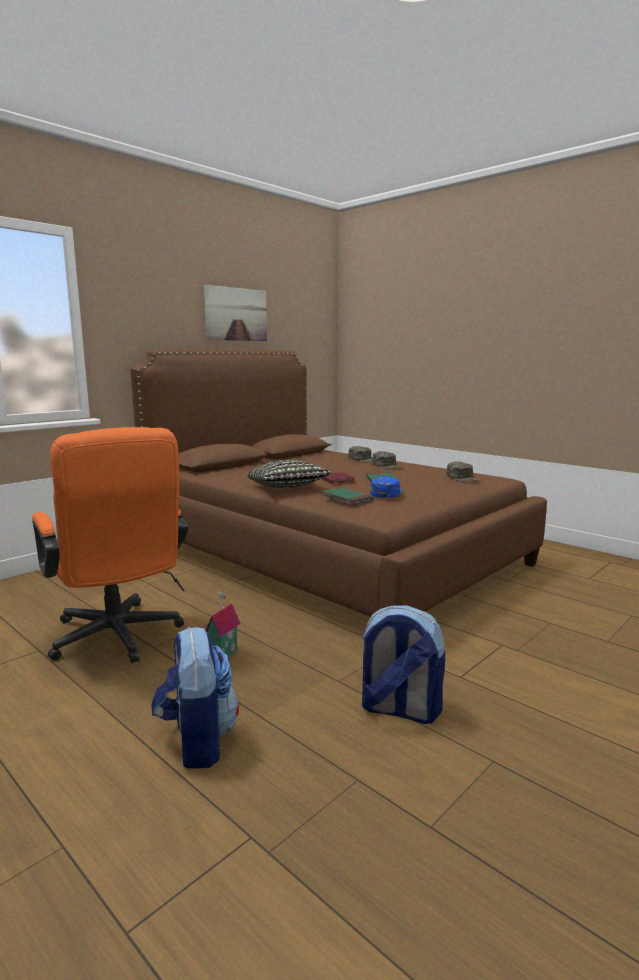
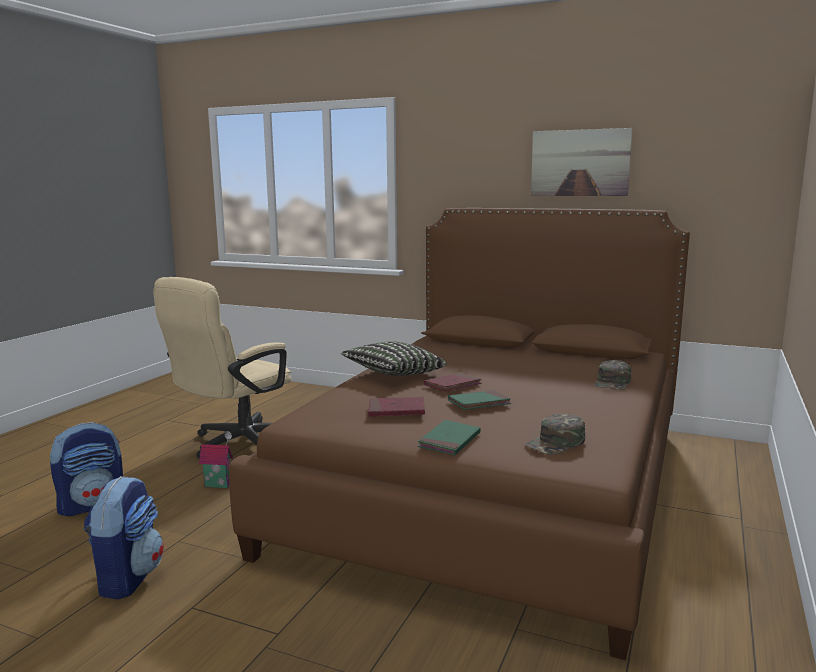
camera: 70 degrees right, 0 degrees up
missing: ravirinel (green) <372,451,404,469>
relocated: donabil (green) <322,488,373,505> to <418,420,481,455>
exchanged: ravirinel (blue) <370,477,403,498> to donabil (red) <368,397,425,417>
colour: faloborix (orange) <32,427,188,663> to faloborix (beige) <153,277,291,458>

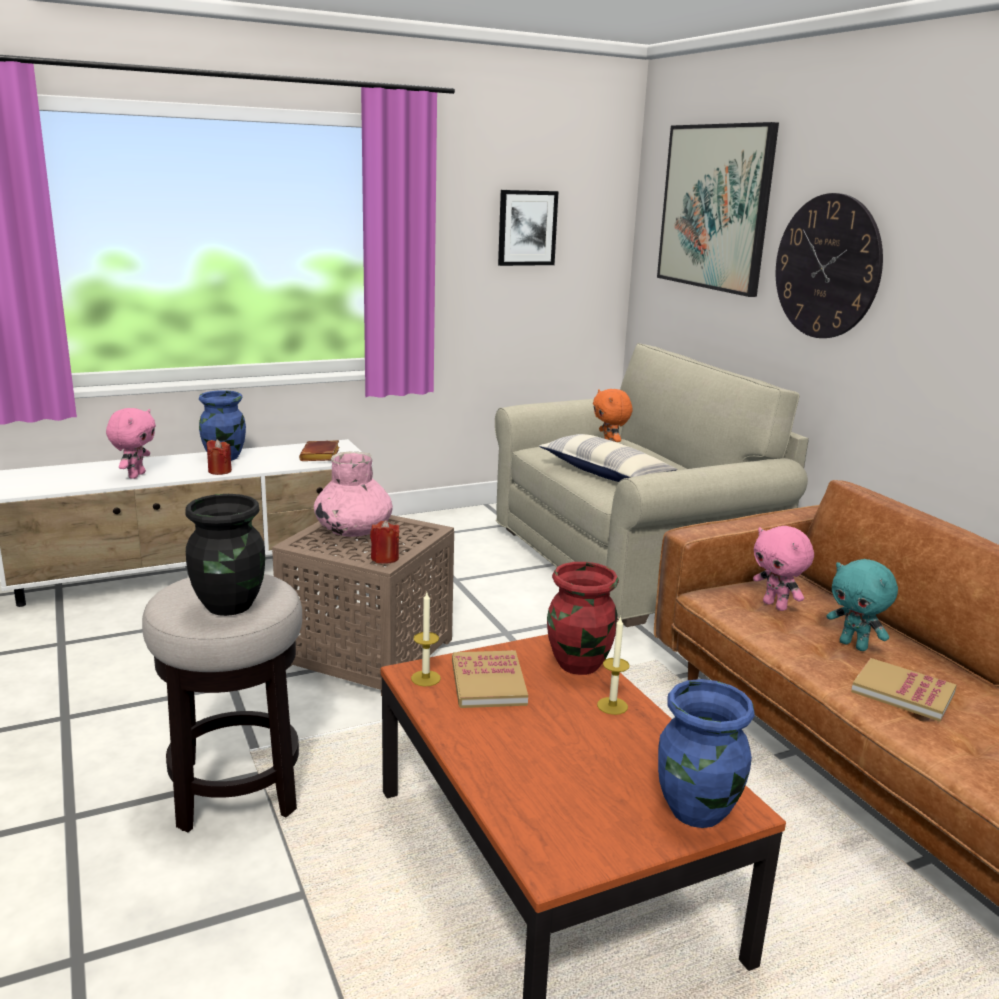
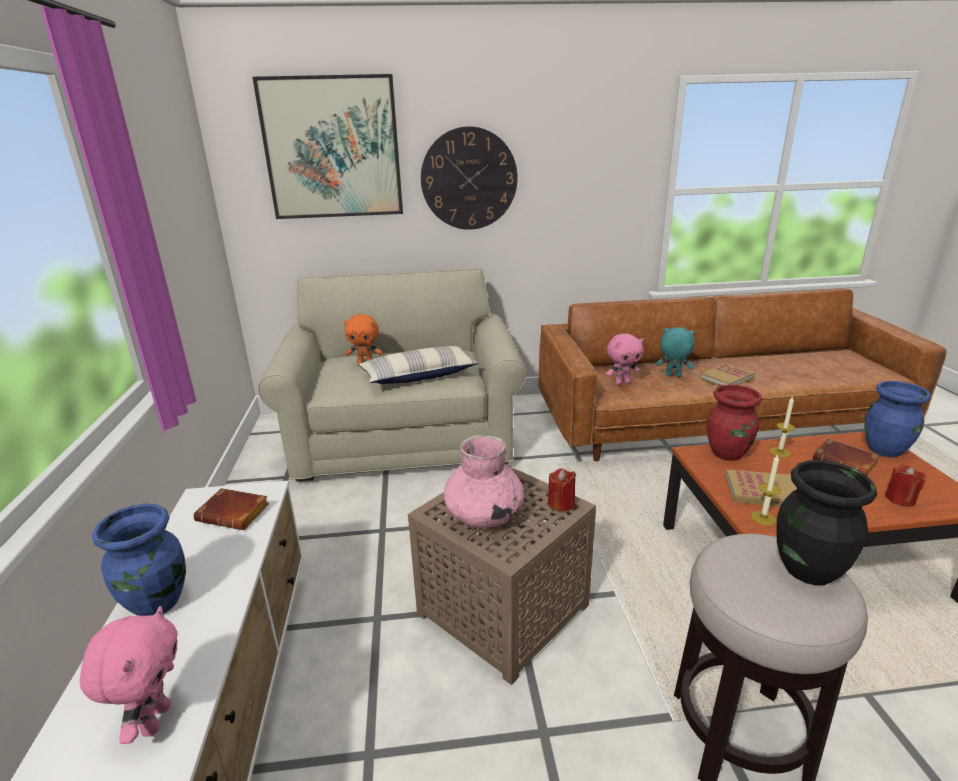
camera: 70 degrees left, 5 degrees up
missing: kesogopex <498,190,559,266>
appeared: donabil (brown) <813,439,880,476>
relocated: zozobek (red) <206,439,232,475> to <885,465,926,507>
spun: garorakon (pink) <106,408,156,479> = <79,606,178,744> 60 degrees clockwise; garorakon (turquoise) <826,559,898,651> = <656,327,695,377> 135 degrees counterclockwise

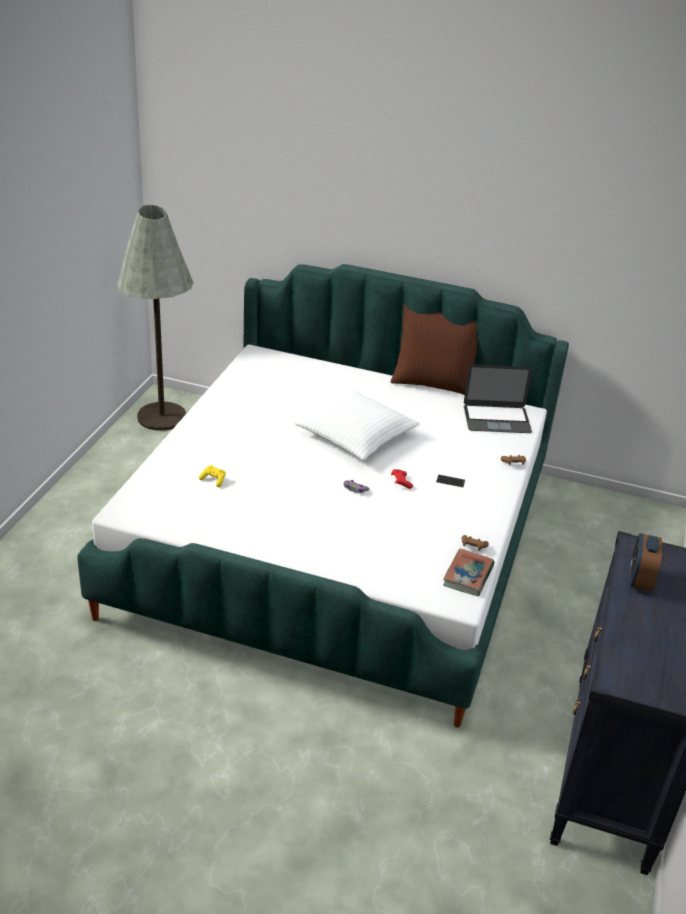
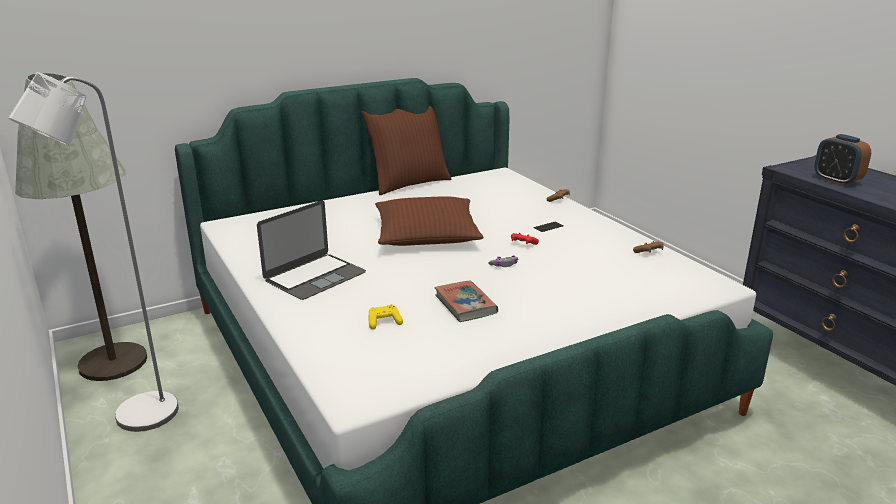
camera: 45 degrees left, 10 degrees down
appeared: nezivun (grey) <9,72,179,432>
relocated: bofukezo <464,364,532,433> to <257,200,366,300>; donabil <443,548,495,596> to <435,281,498,322>
colour: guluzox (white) <294,389,420,460> to guluzox (brown) <375,196,484,246>

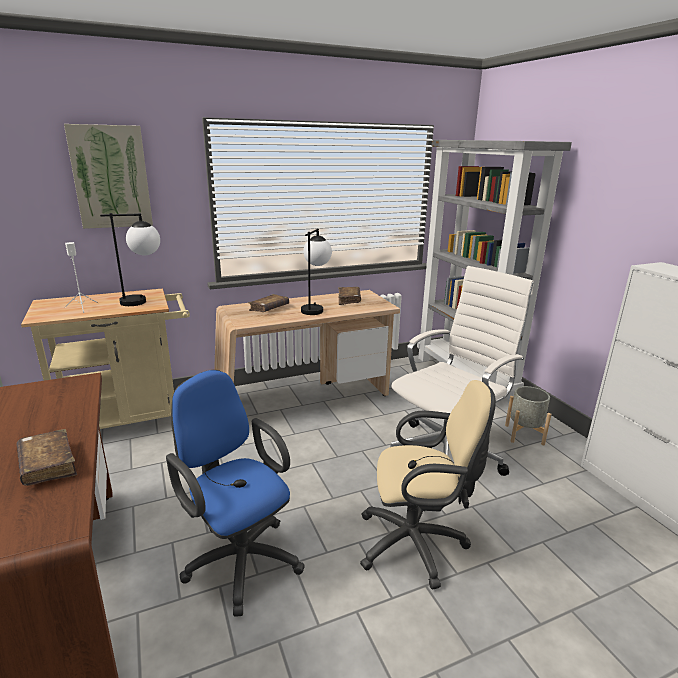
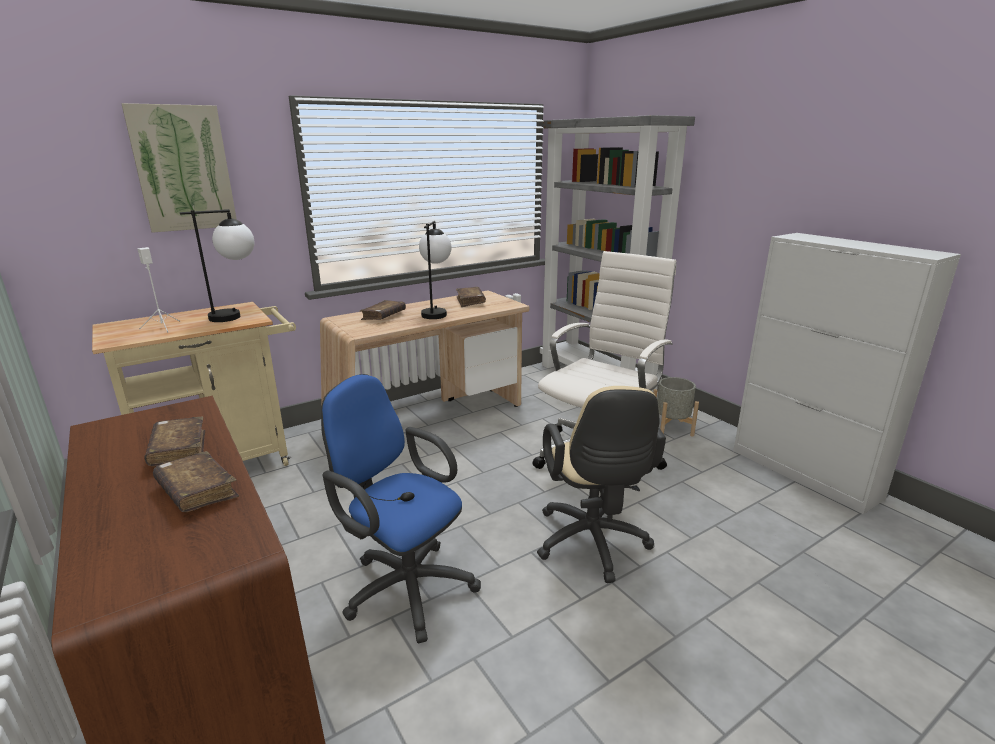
camera: 10 degrees left, 0 degrees up
appeared: donabil (brown) <144,417,205,467>
spun: faloborix (beige) <360,380,496,589> = <537,386,666,583> 90 degrees clockwise

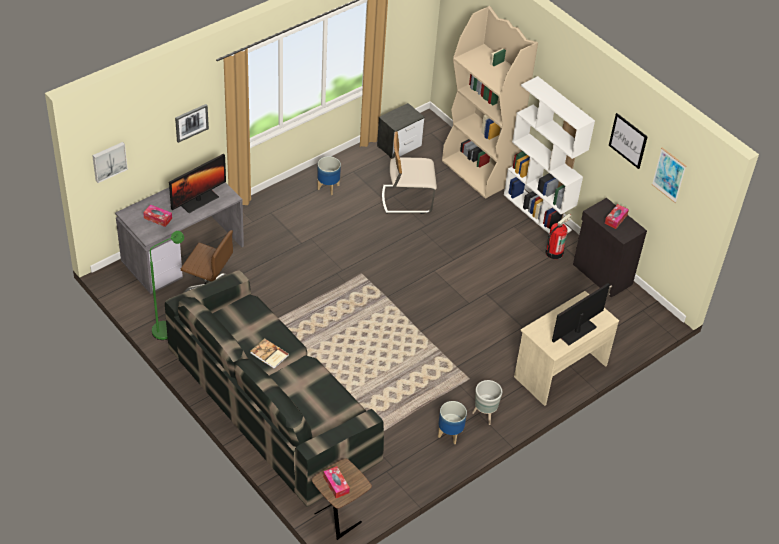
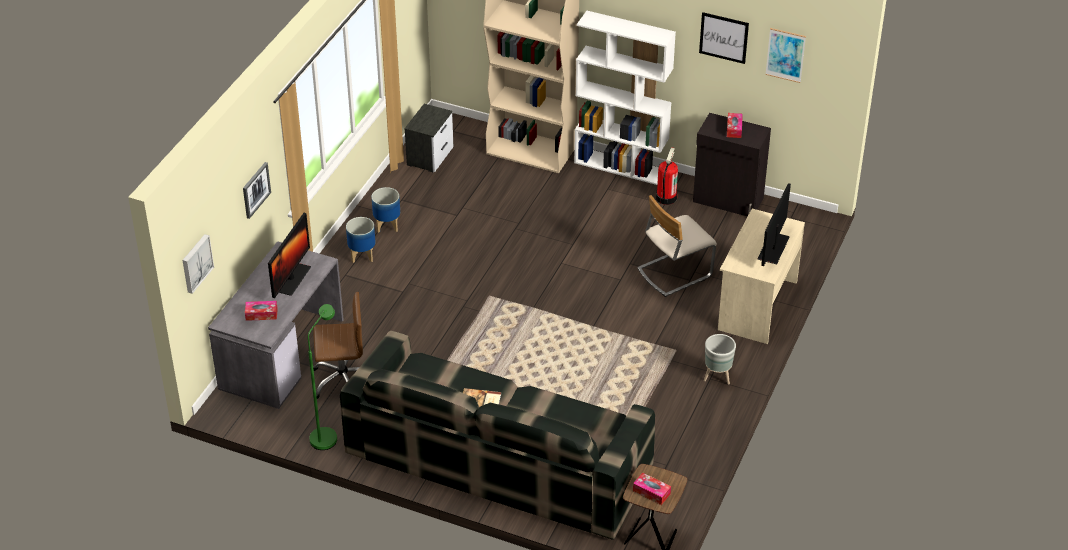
camera: 25 degrees left, 5 degrees down
relocated: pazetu <438,401,467,444> to <346,217,375,263>; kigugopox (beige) <382,132,437,214> to <637,195,717,297>

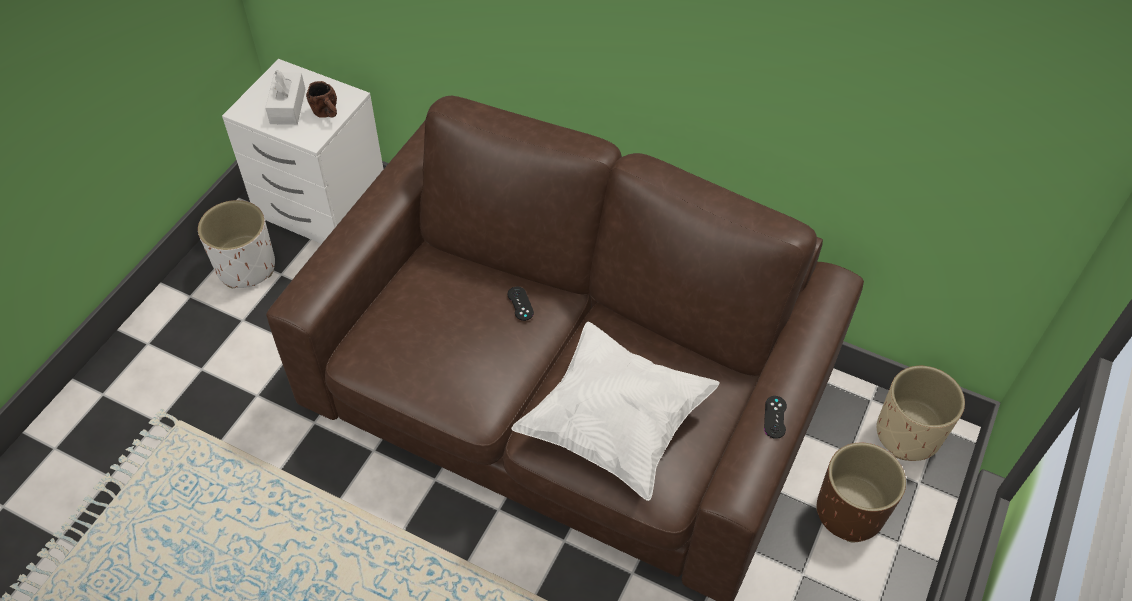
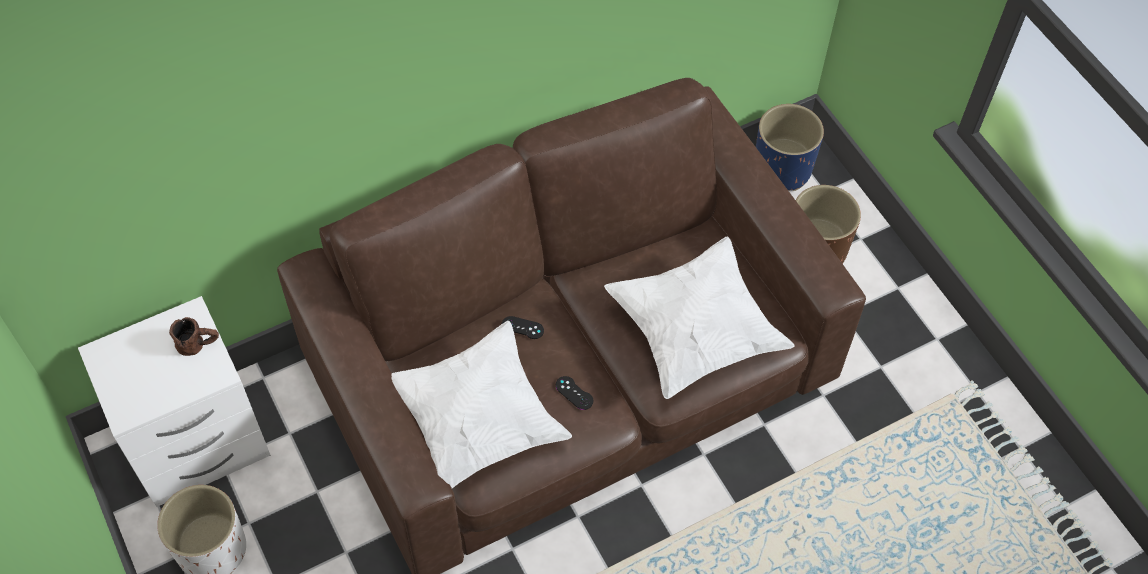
camera: 55 degrees left, 5 degrees up
missing: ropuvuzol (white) <265,70,306,125>
appeared: guluzox (white) <391,321,572,488>
relocated: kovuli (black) <764,396,787,439> to <556,376,593,410>
colour: pazetu (beige) <877,366,965,461> to pazetu (blue) <756,104,824,191>

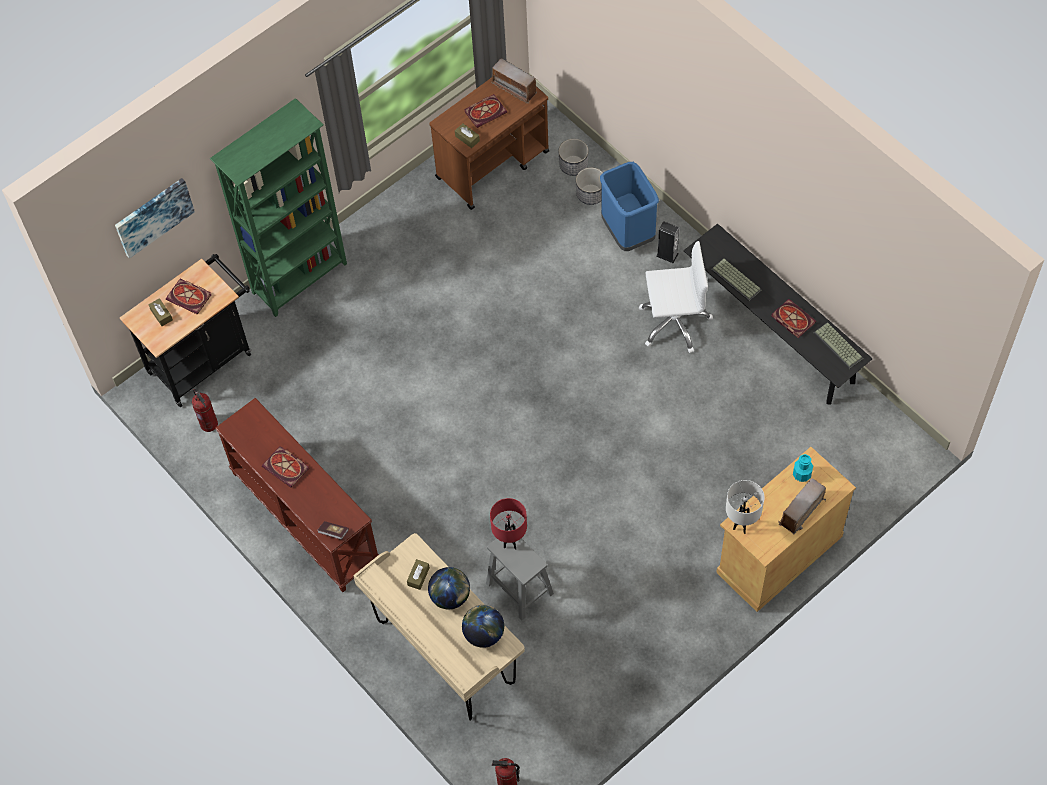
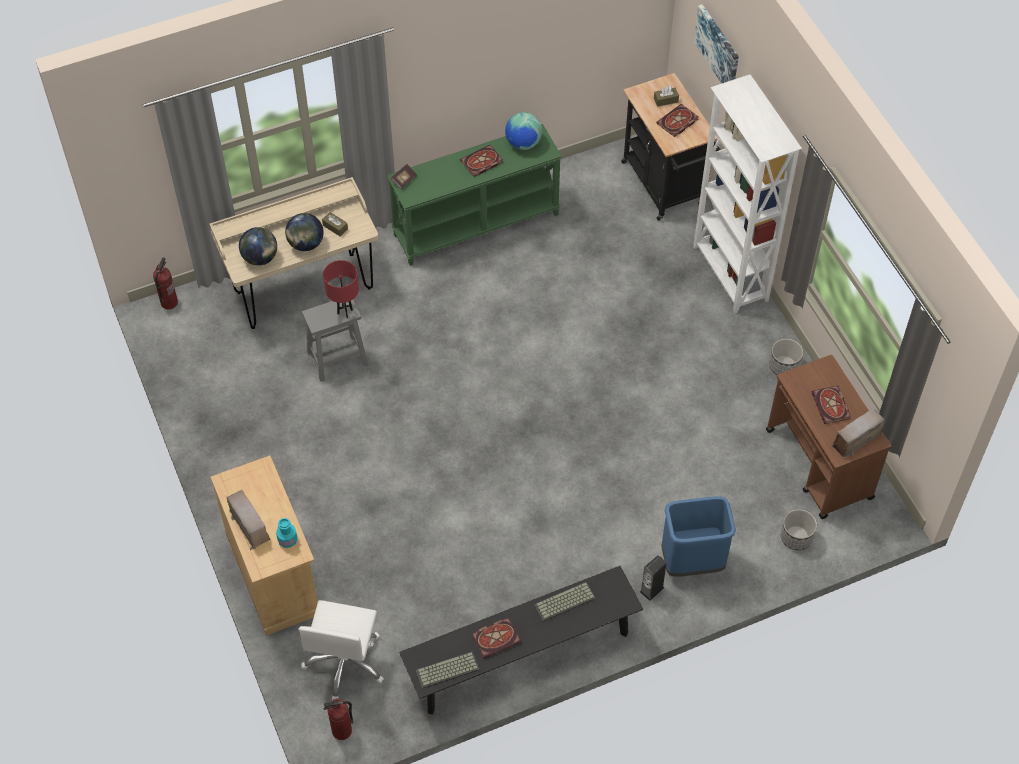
camera: 105 degrees right, 5 degrees down
missing: ropuvuzol (brown) <455,123,480,148>; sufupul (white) <726,480,765,534>
appeared: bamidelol <505,112,542,150>
relocated: faloborix (white) <639,241,713,353> to <298,600,384,701>; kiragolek <192,389,218,432> to <324,698,353,740>; pazetu <576,168,603,205> to <769,338,803,375>
colour: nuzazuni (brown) <215,398,379,592> to nuzazuni (green) <387,124,562,266>; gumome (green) <210,98,347,317> to gumome (white) <693,74,802,313>

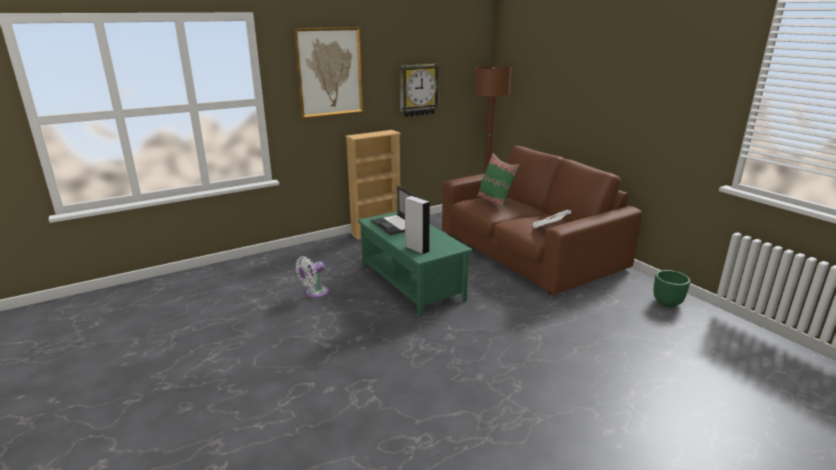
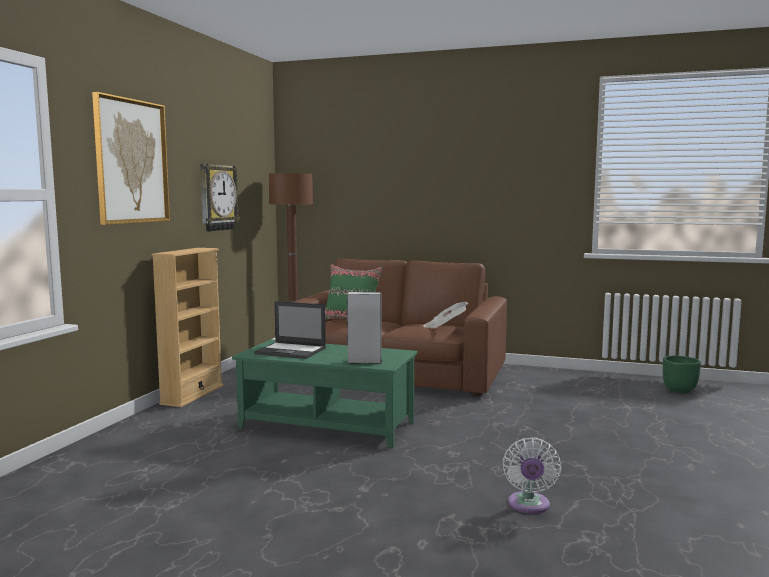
camera: 40 degrees left, 15 degrees down
relocated: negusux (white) <296,256,329,298> to <502,438,561,514>; pazetu (green) <653,270,690,307> to <663,356,701,393>

